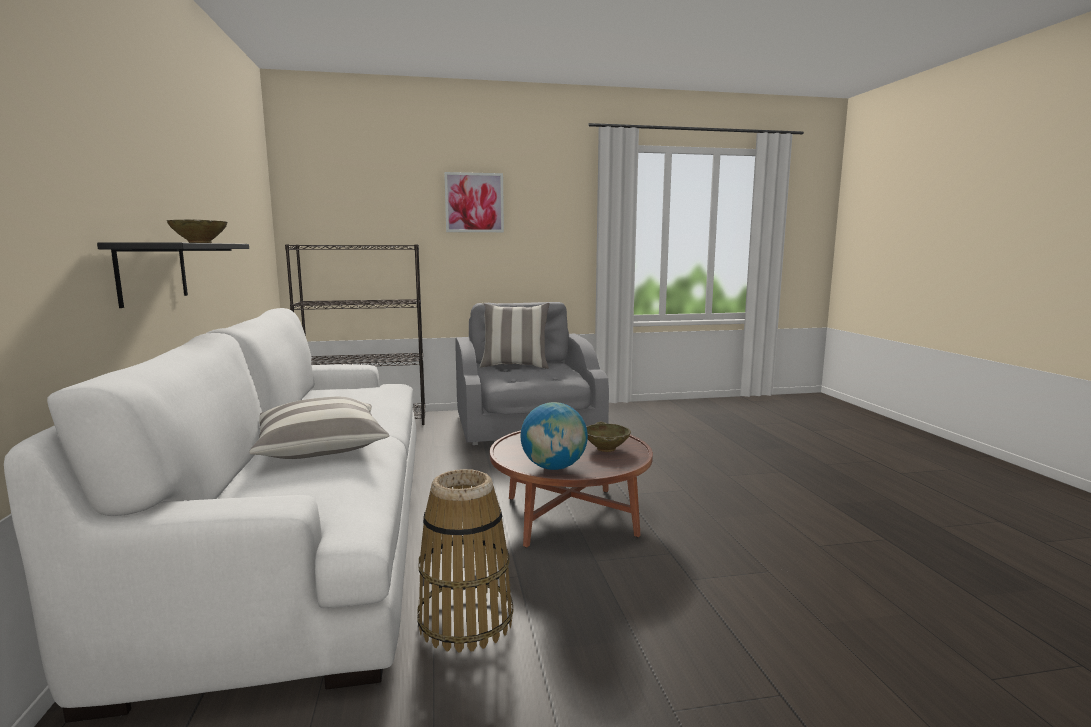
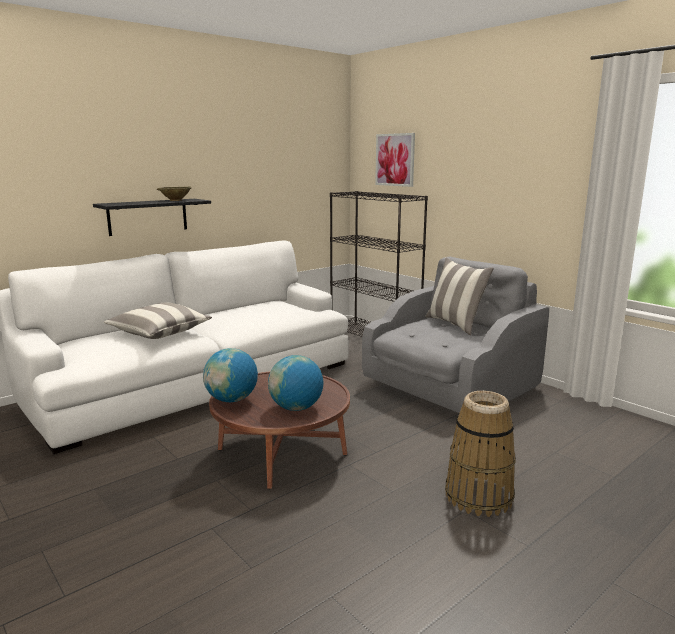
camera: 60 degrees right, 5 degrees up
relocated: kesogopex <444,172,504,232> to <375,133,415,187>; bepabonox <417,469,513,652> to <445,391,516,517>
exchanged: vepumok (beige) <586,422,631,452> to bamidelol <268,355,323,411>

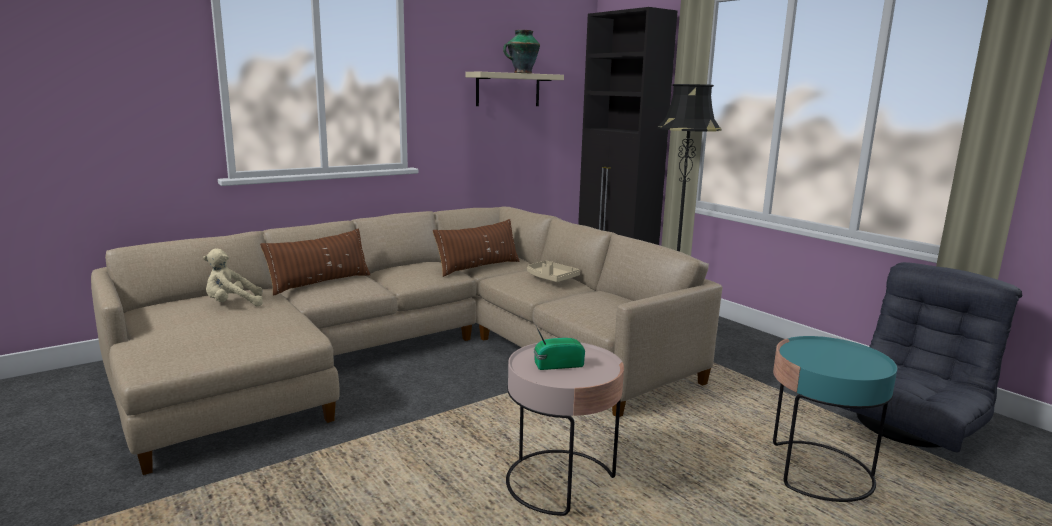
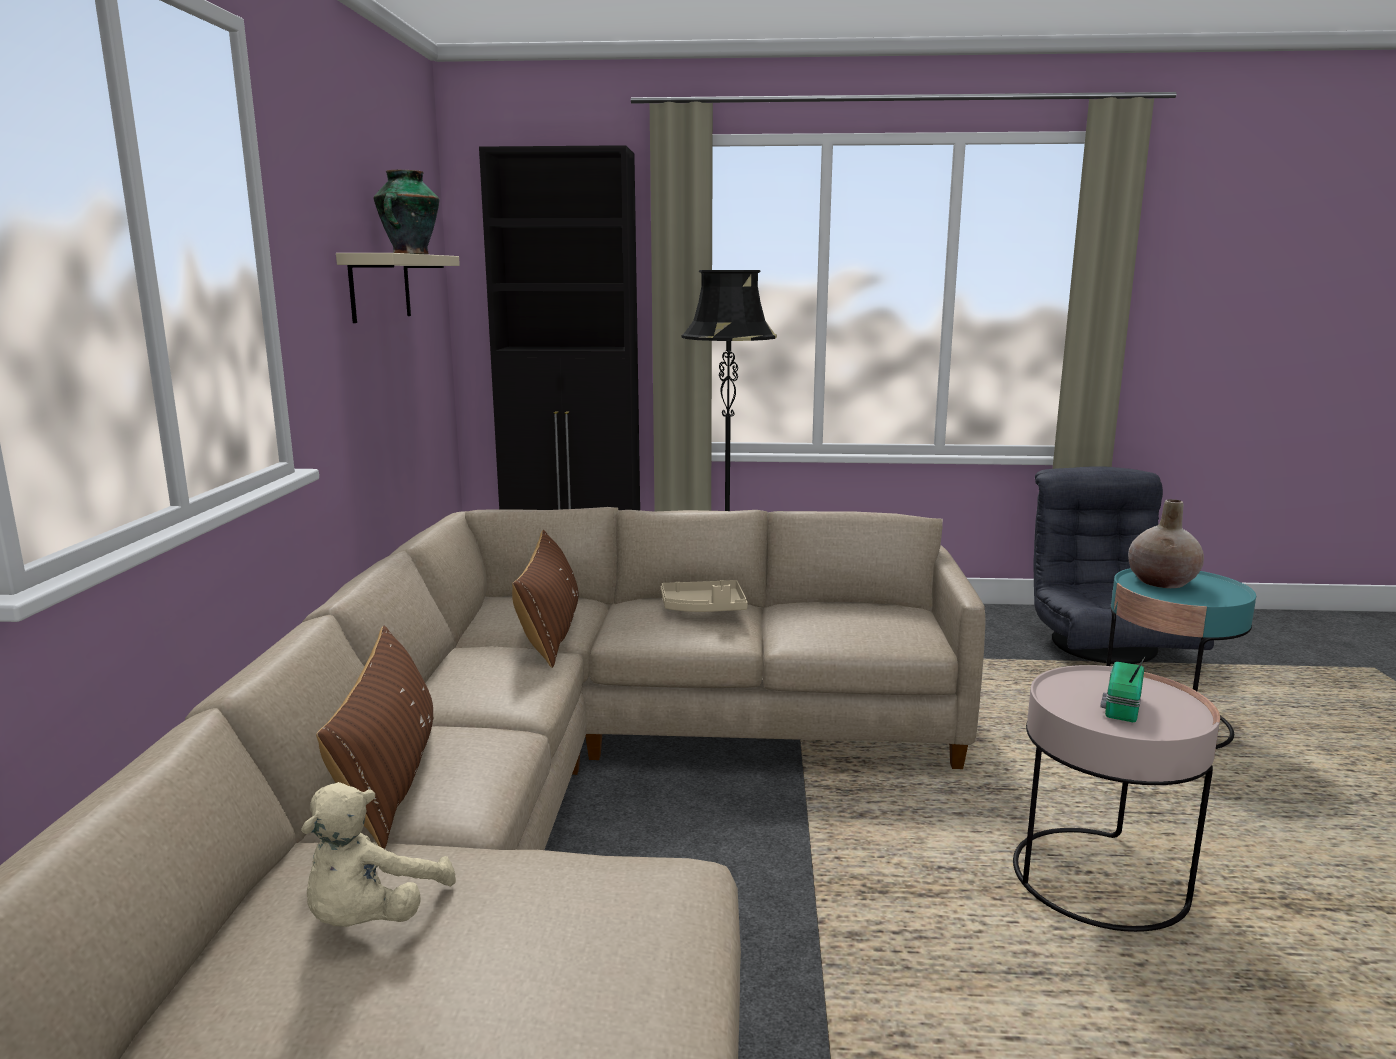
camera: 50 degrees left, 0 degrees up
appeared: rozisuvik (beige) <1128,499,1204,588>

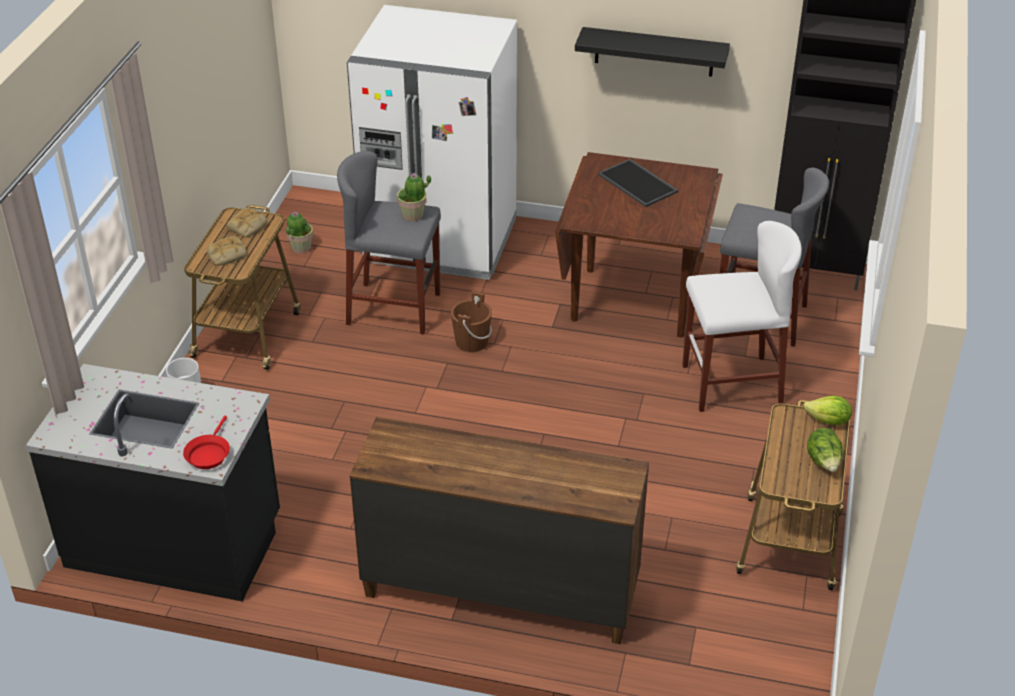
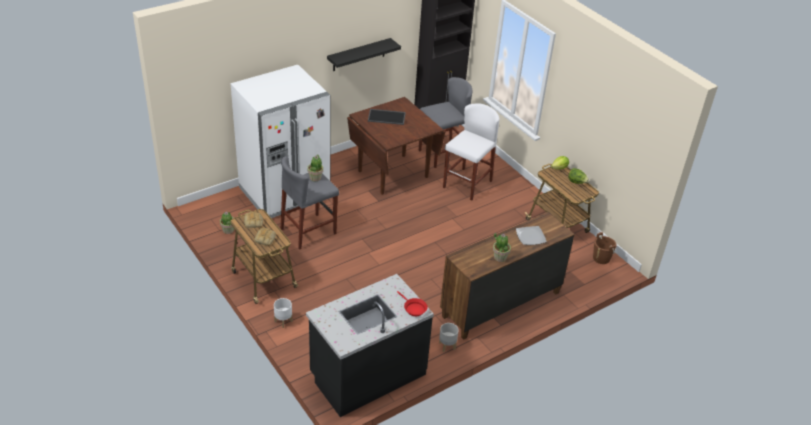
camera: 50 degrees left, 0 degrees up
appeared: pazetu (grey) <439,323,459,352>; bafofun <493,233,511,262>; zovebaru <516,226,547,245>
relocated: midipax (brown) <451,291,492,352> to <593,232,617,264>

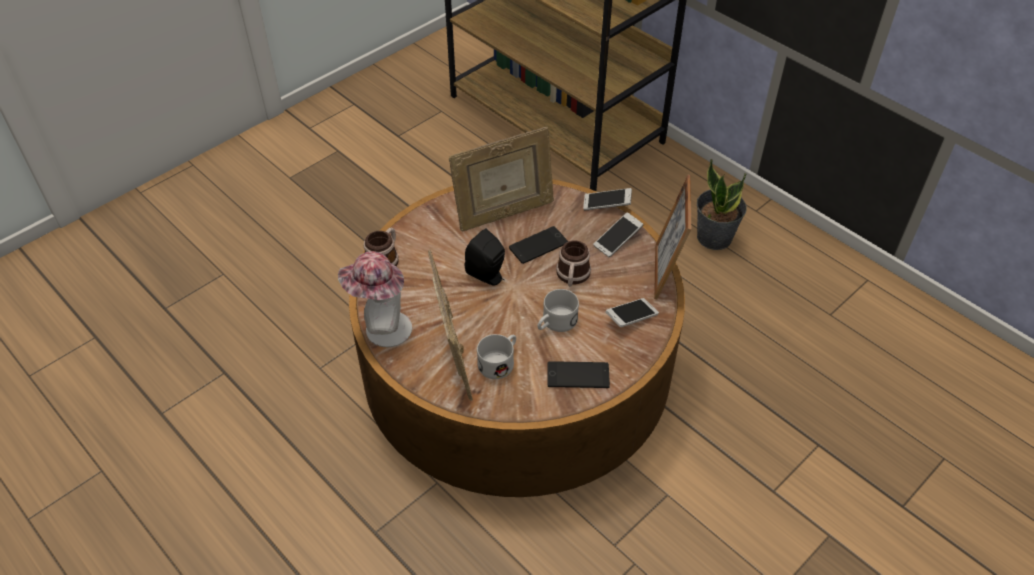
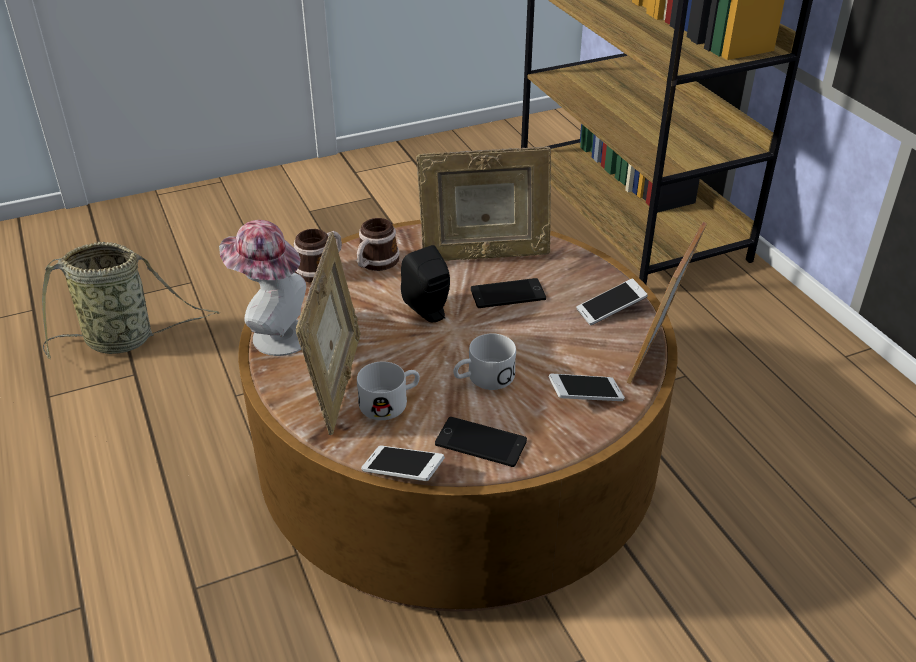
camera: 20 degrees right, 10 degrees down
missing: bafofun <697,159,747,250>
appeared: bepabonox <42,242,220,359>
relocated: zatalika <556,241,591,287> to <357,218,400,271>; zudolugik <583,188,632,210> to <361,446,445,481>

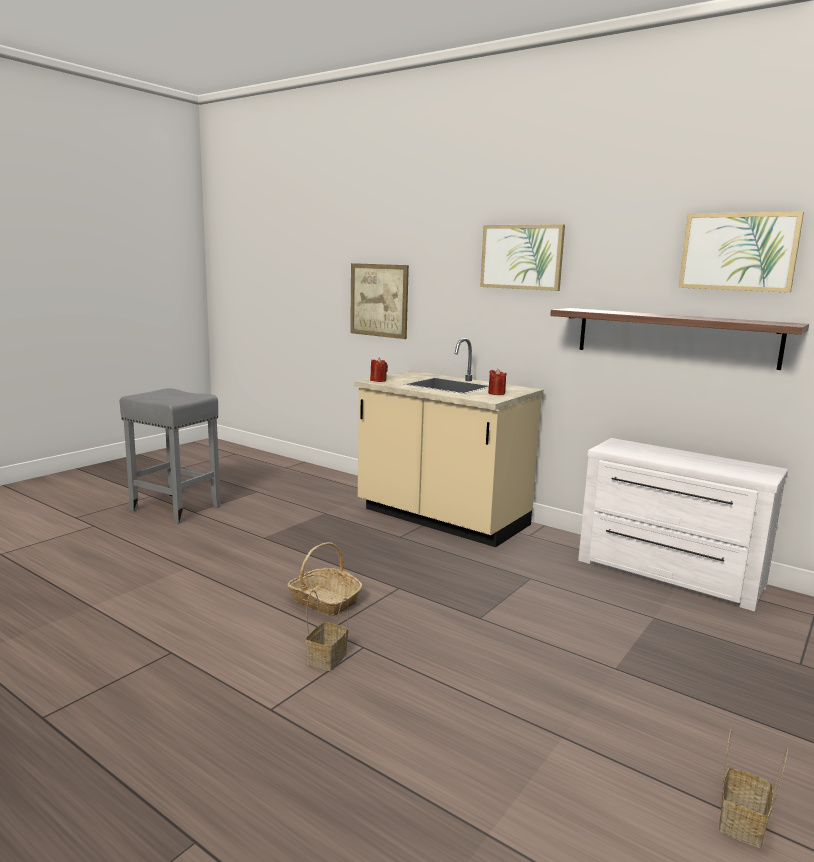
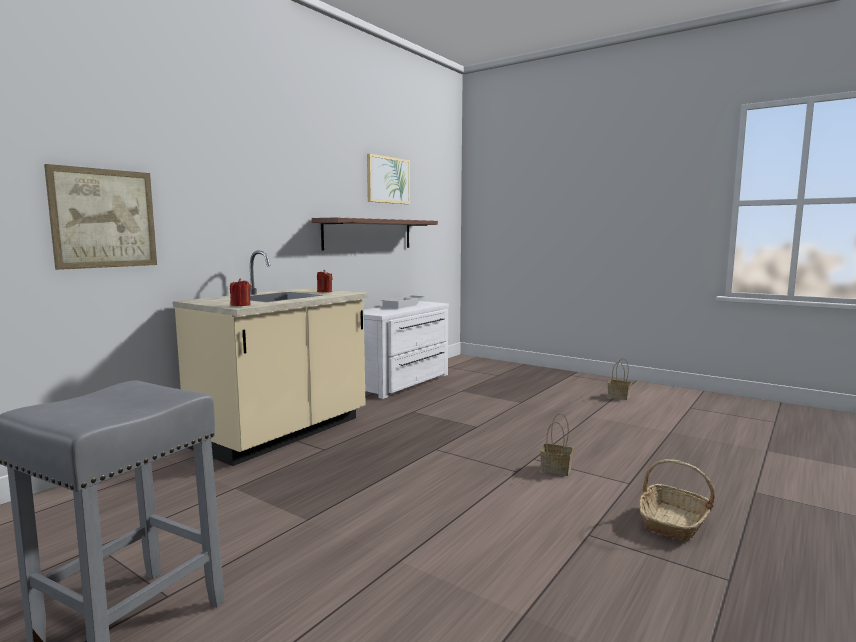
camera: 90 degrees left, 5 degrees down
missing: kesogopex <480,224,565,291>
appeared: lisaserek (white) <381,295,428,309>
relocated: bepabonox <287,542,363,616> to <639,459,715,541>

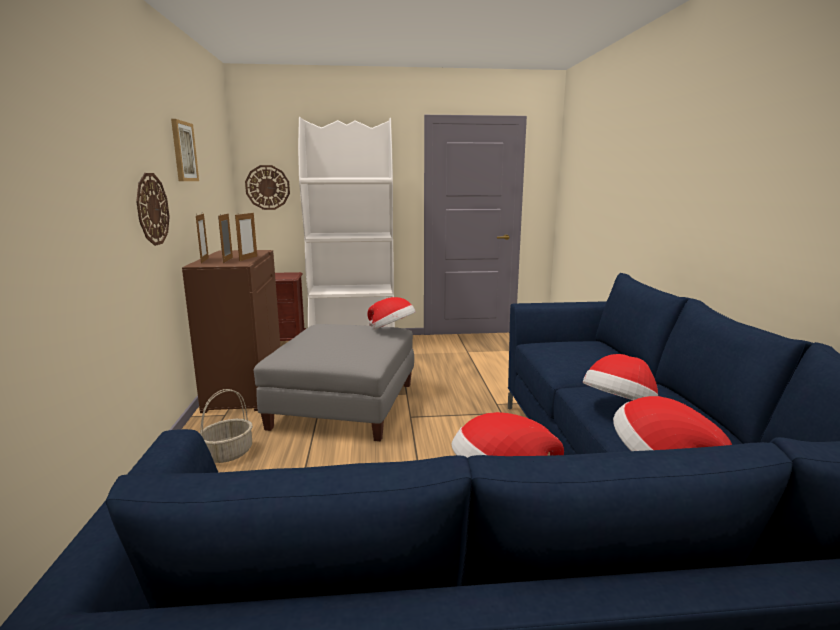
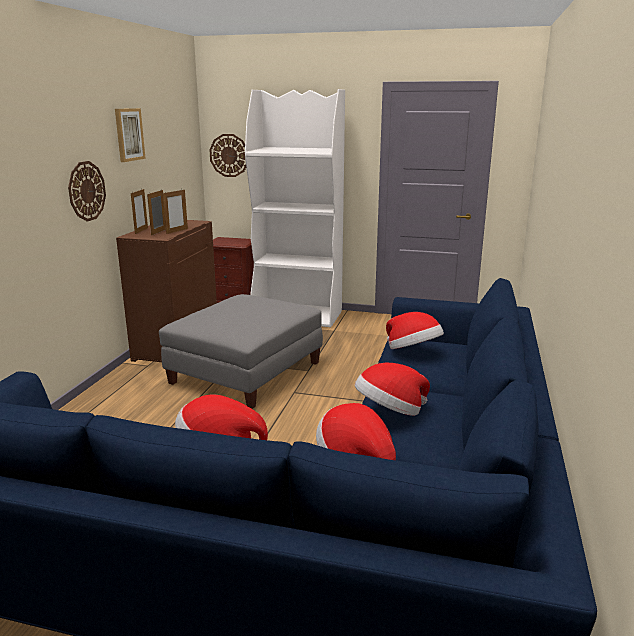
camera: 20 degrees right, 5 degrees up
missing: bepabonox <200,389,253,463>
relocated: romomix <367,297,416,330> to <386,312,444,349>

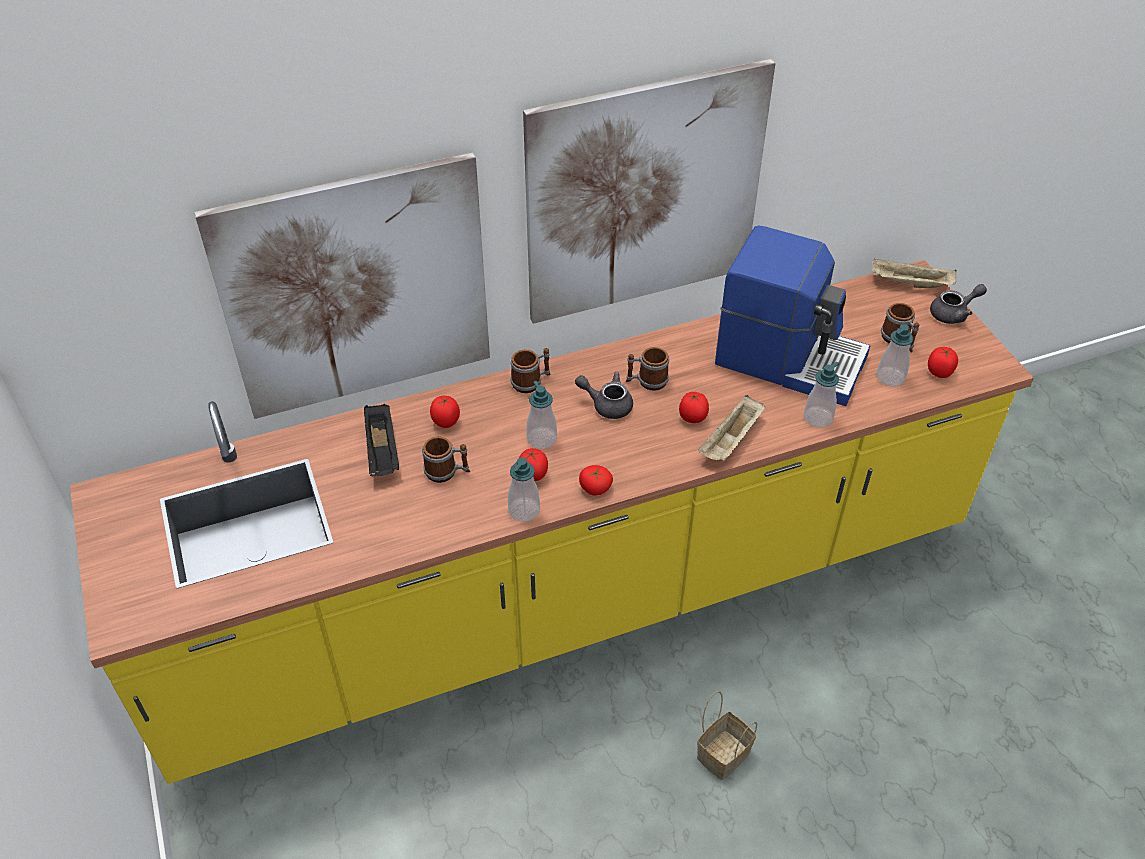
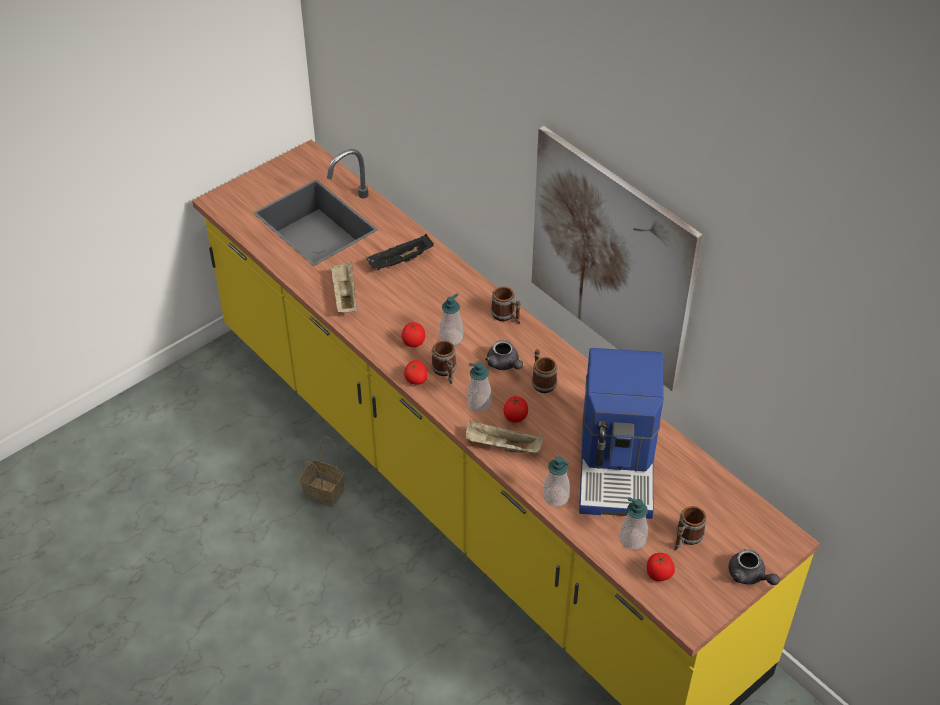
camera: 70 degrees right, 0 degrees up
missing: kesogopex <194,153,490,419>; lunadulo <430,396,460,428>
relocated: bepabonox <697,691,757,780> to <300,436,345,507>; lisaserek (beige) <873,258,957,288> to <330,262,357,313>; zatalika <422,436,470,483> to <431,340,457,384>; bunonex <508,457,540,522> to <467,362,492,412>
spun: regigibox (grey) <575,371,633,419> = <485,340,523,370> 150 degrees clockwise

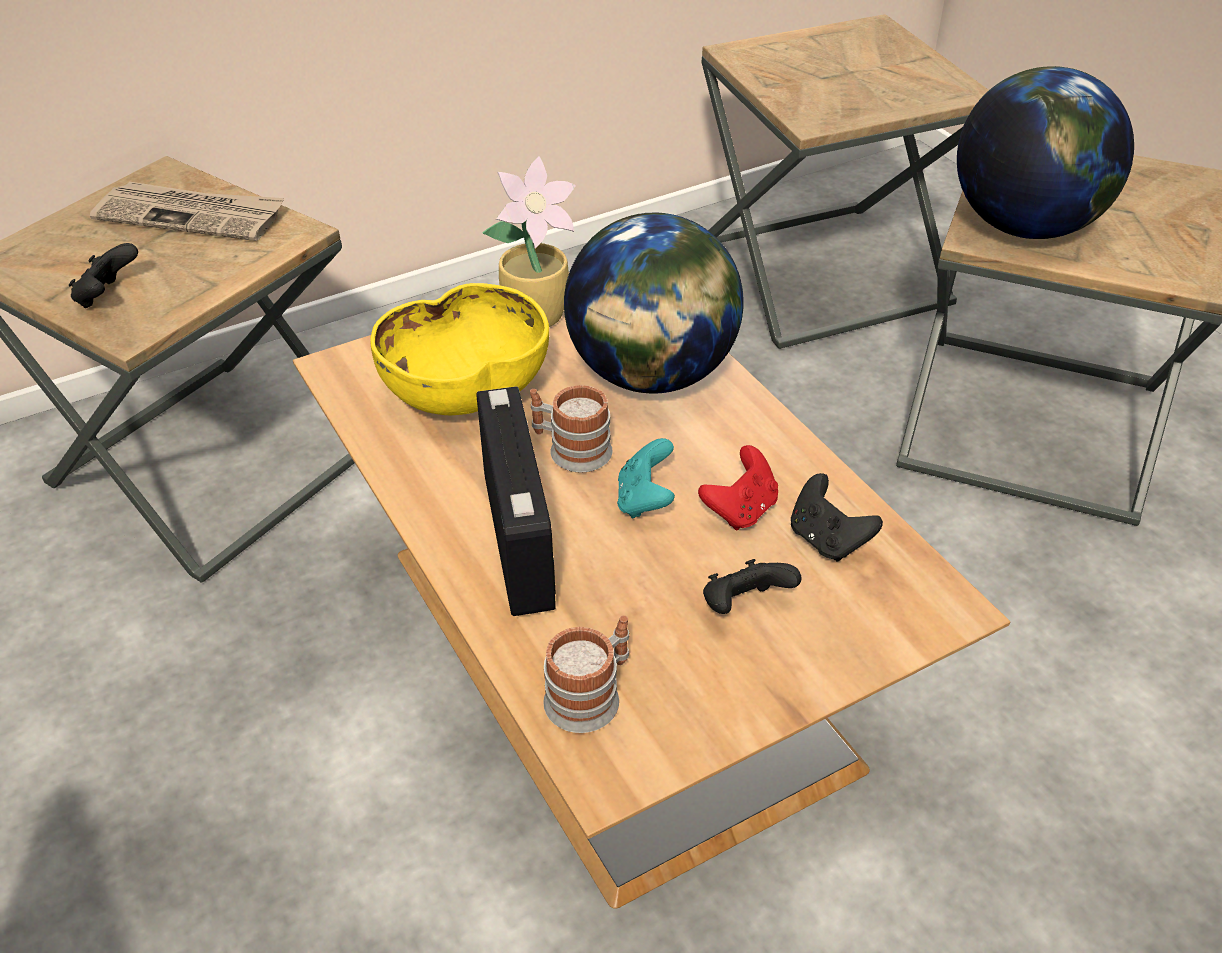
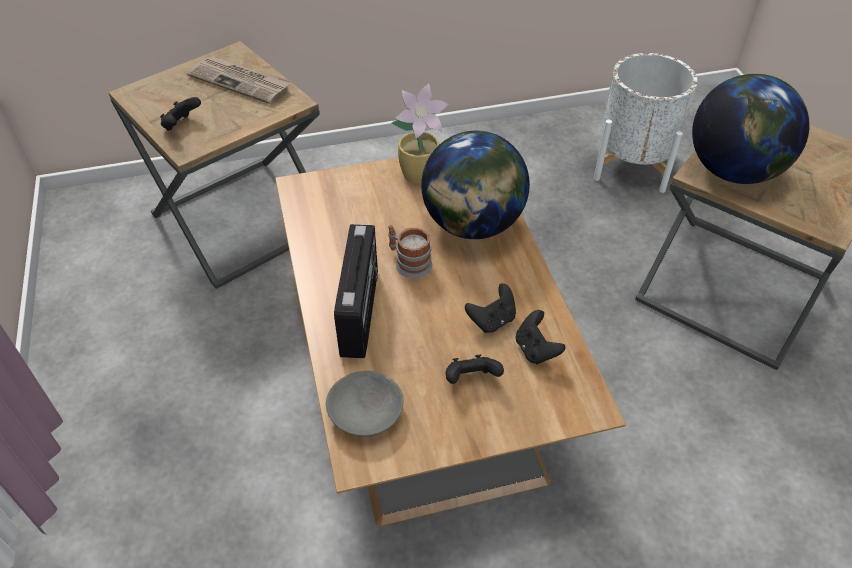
camera: 15 degrees right, 5 degrees up
missing: vepumok (yellow) <370,283,549,415>; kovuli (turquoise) <617,438,675,519>
exchanged: zatalika <543,615,629,733> to vepumok (grey) <326,371,403,437>; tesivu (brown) <702,14,989,349> to pazetu (white) <594,53,698,193>
colour: kovuli (red) <698,445,778,530> to kovuli (black) <465,283,516,333>

